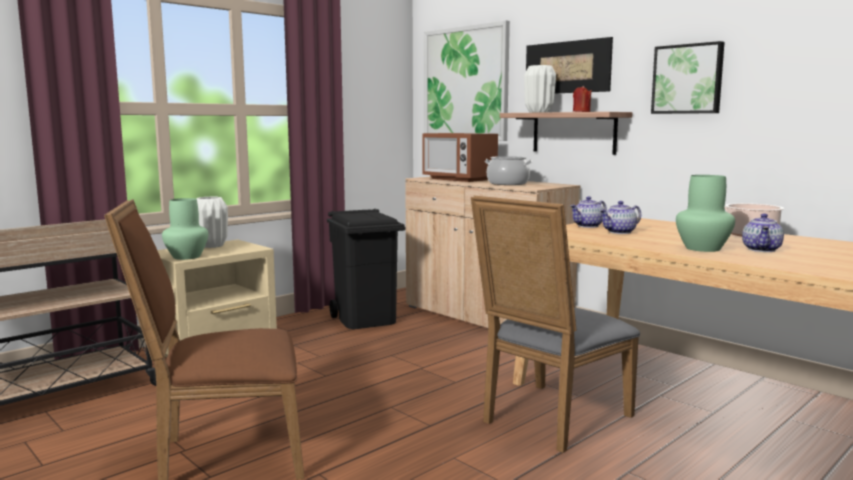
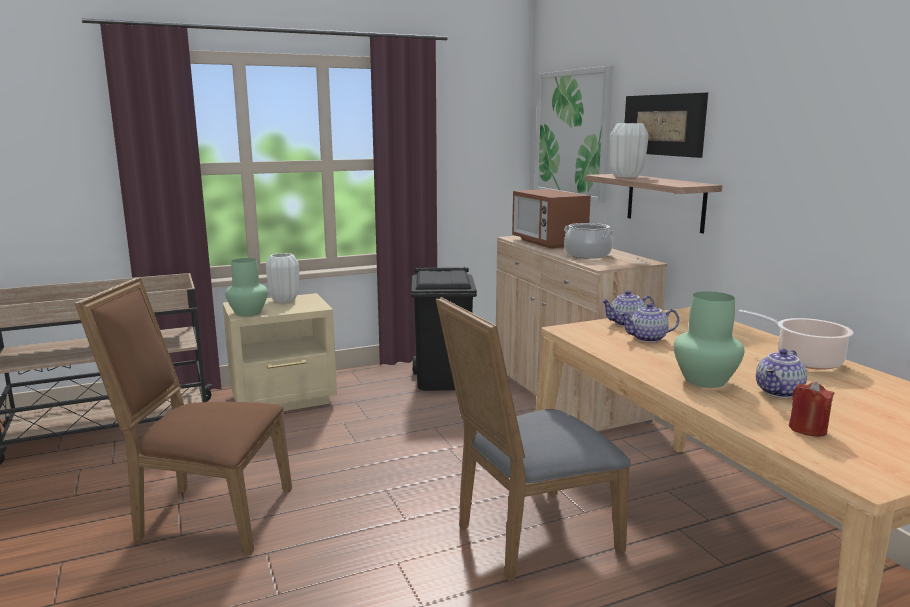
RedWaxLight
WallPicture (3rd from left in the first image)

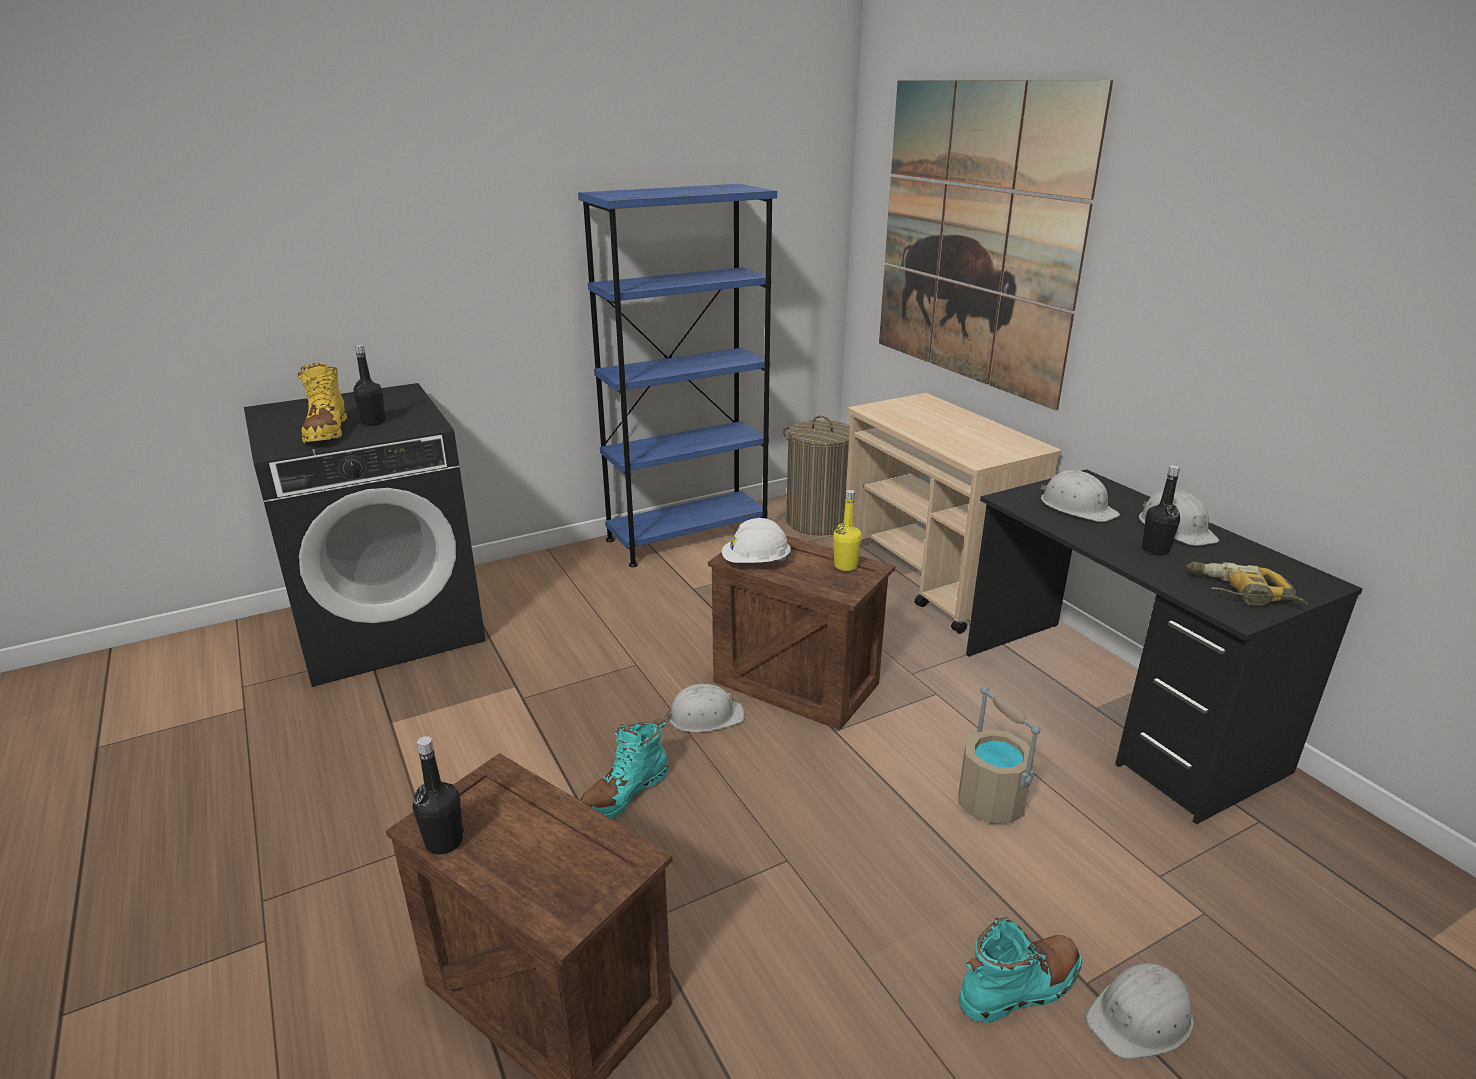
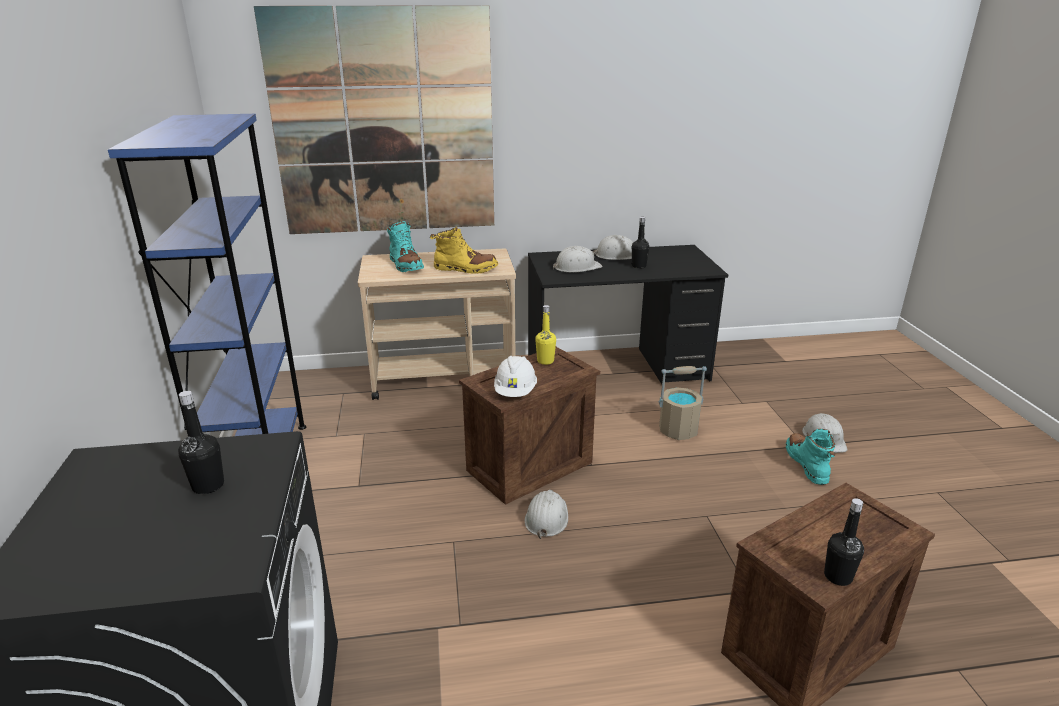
BlueGreenHighTopBoot (1st from left)
YellowColouredHighTopBoot
Hamper
PowerDrill

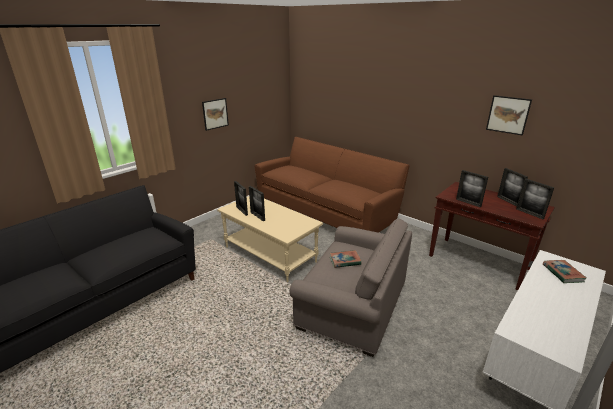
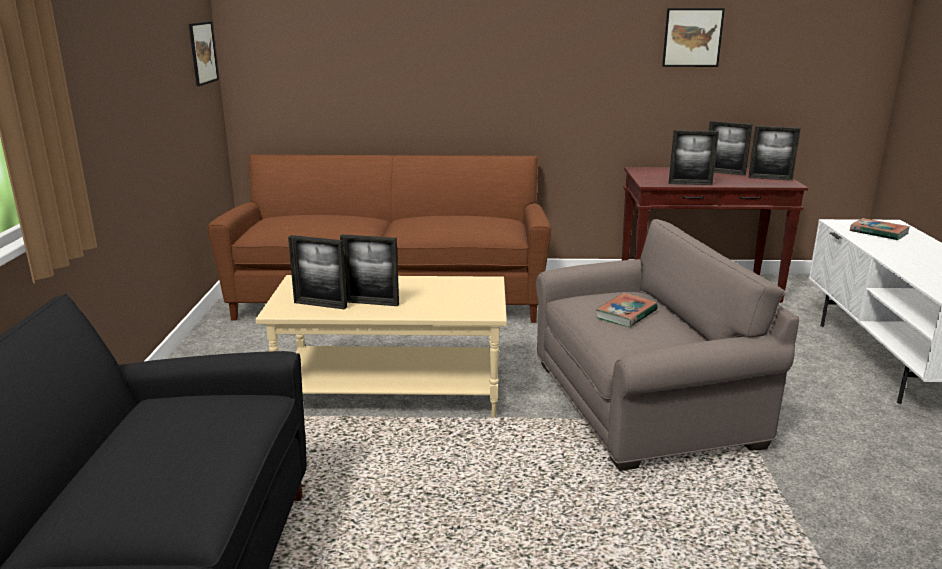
WallPicture (1st from left)

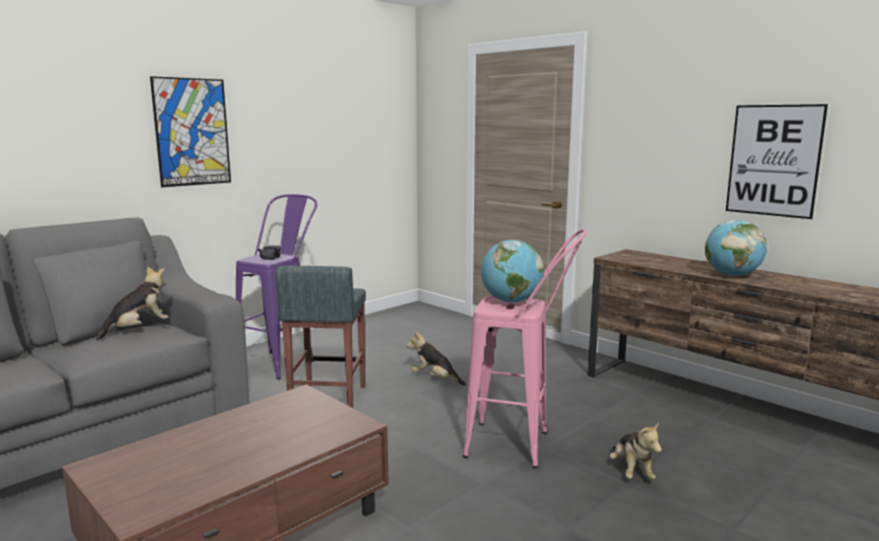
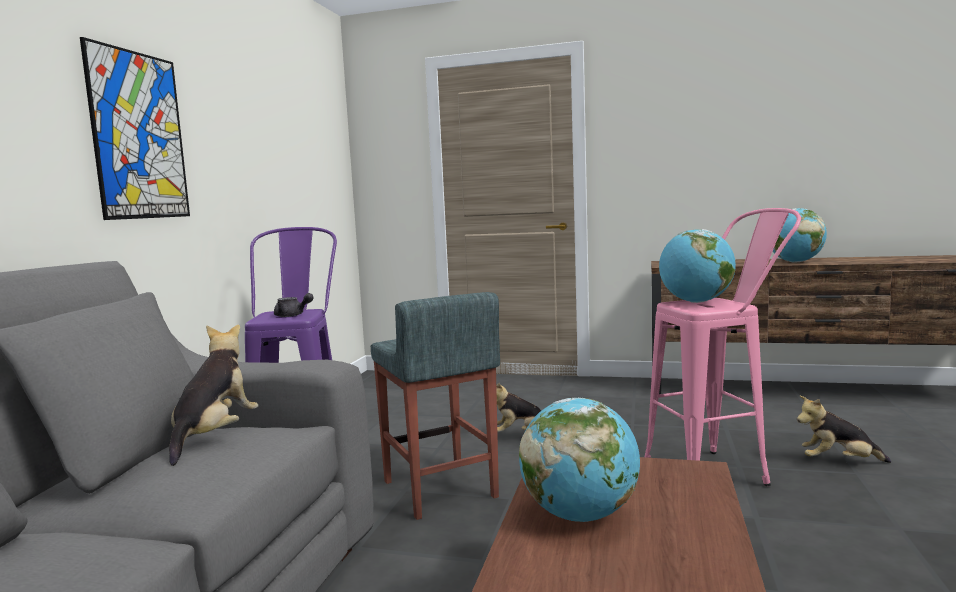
DeskGlobe (1st from left)
PlushToy (3rd from left)
WallPicture (2nd from left in the first image)

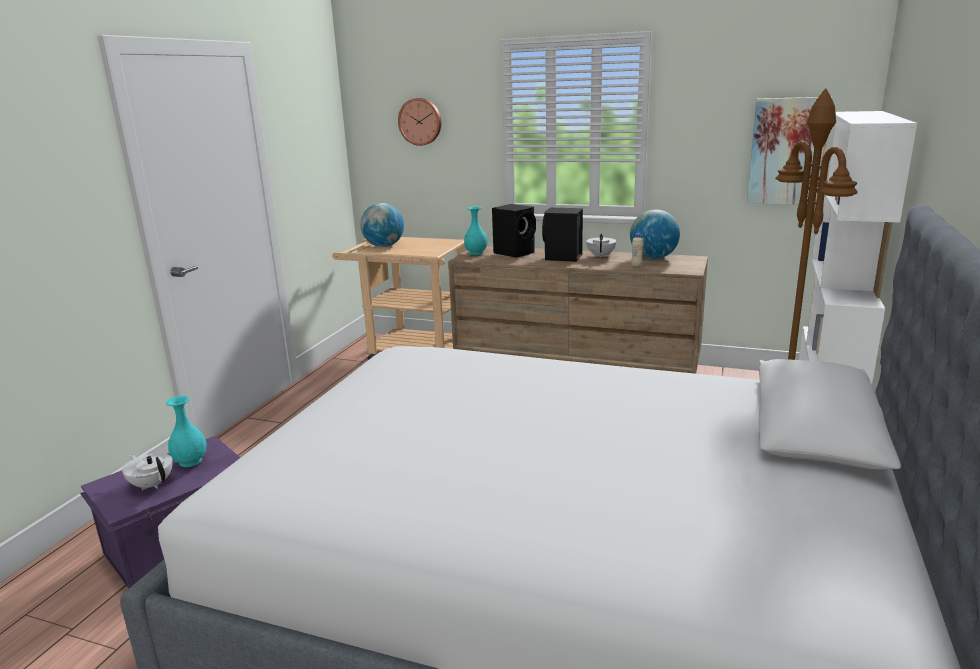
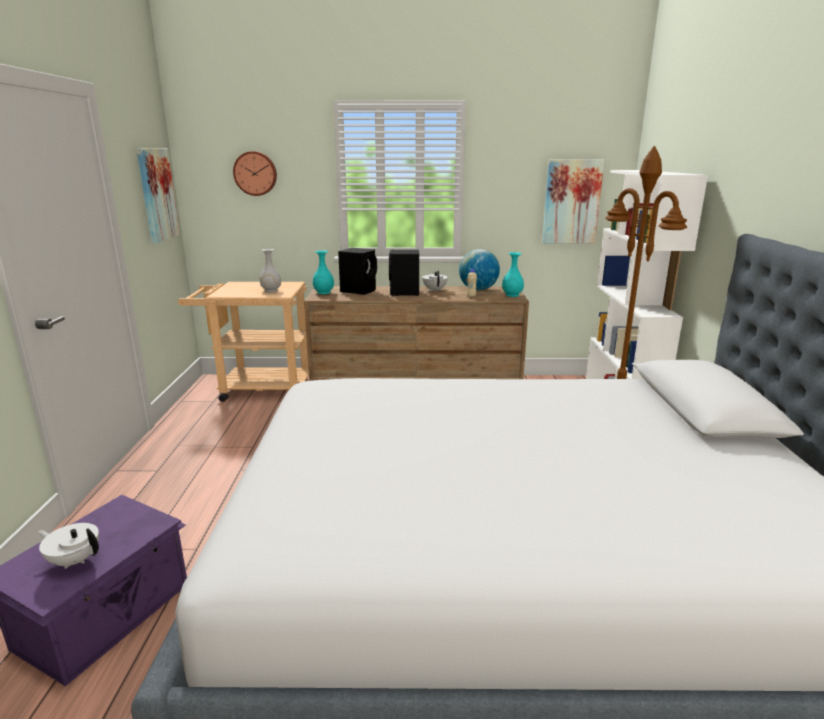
WallPicture (1st from left)
WhitishDecorativeVase
BlueGreenDecorativeVase (2nd from left)
DeskGlobe (1st from left in the first image)

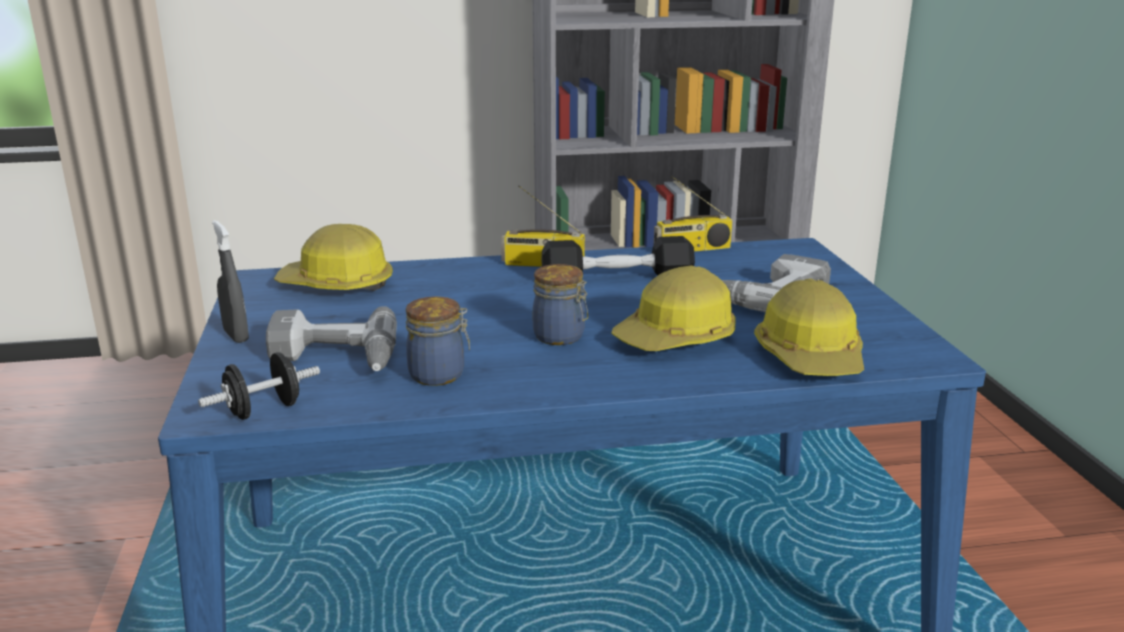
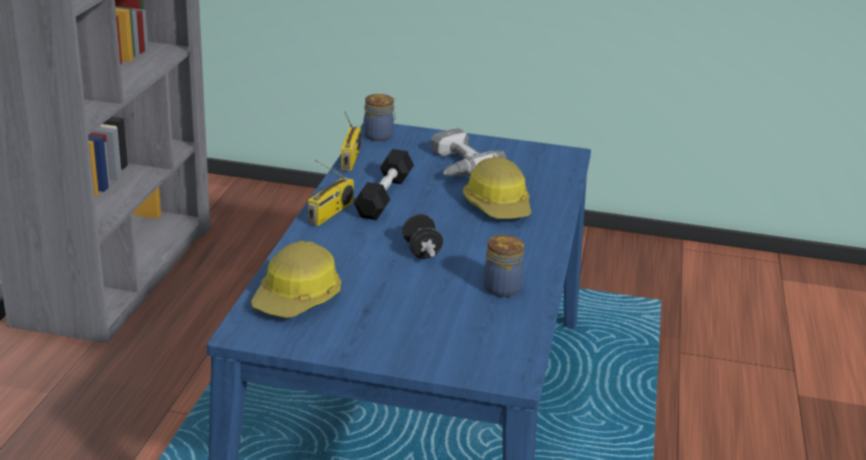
PreserveJar (1st from left)
BlackColouredFreeWeight (2nd from left)
GreyishSprayBottle
PowerDrill (1st from left in the first image)
WorkHelmet (3rd from left in the first image)

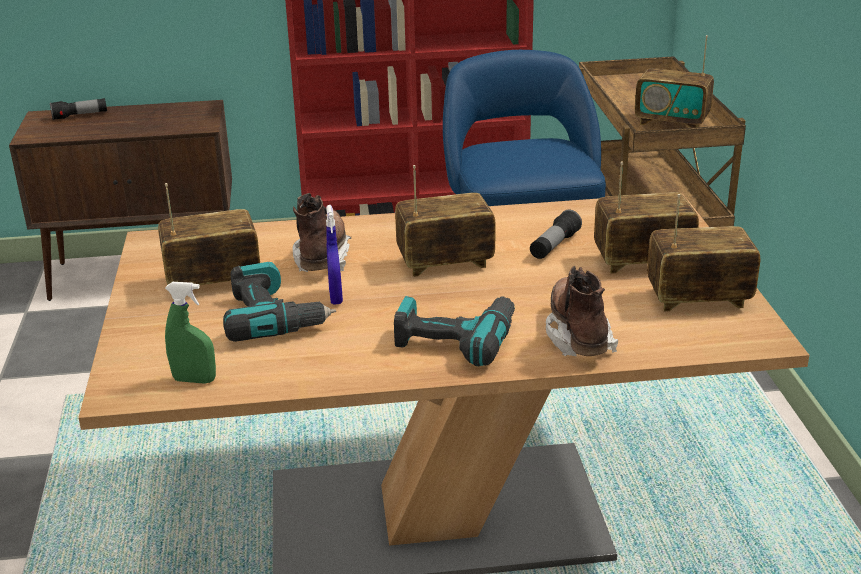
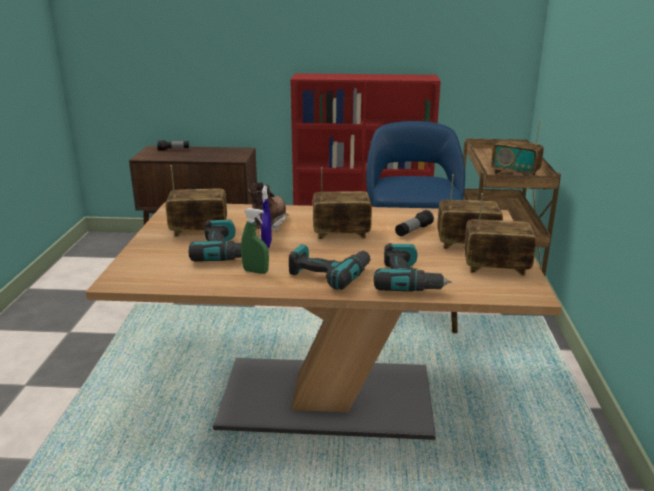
GreenishSprayBottle
PowerDrill (3rd from left)

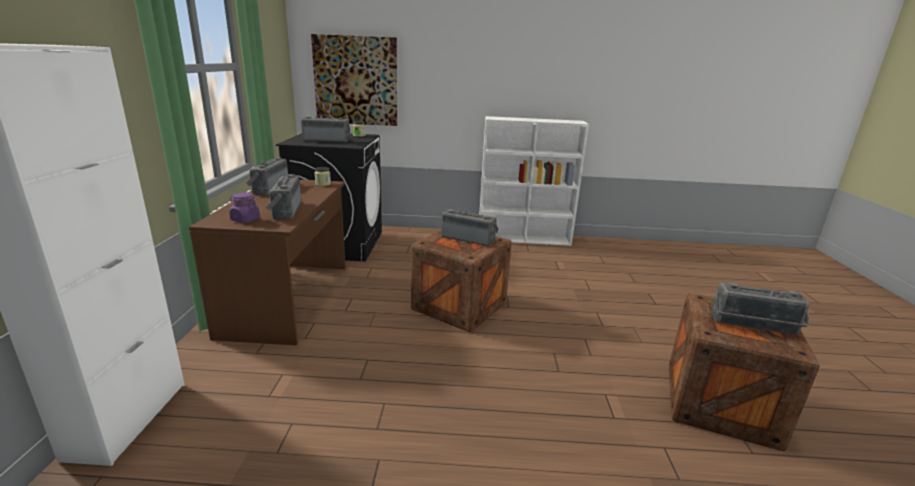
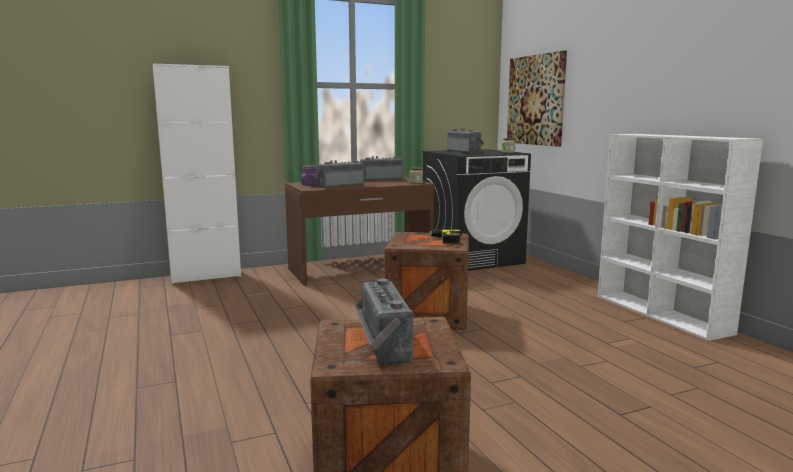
PowerDrill

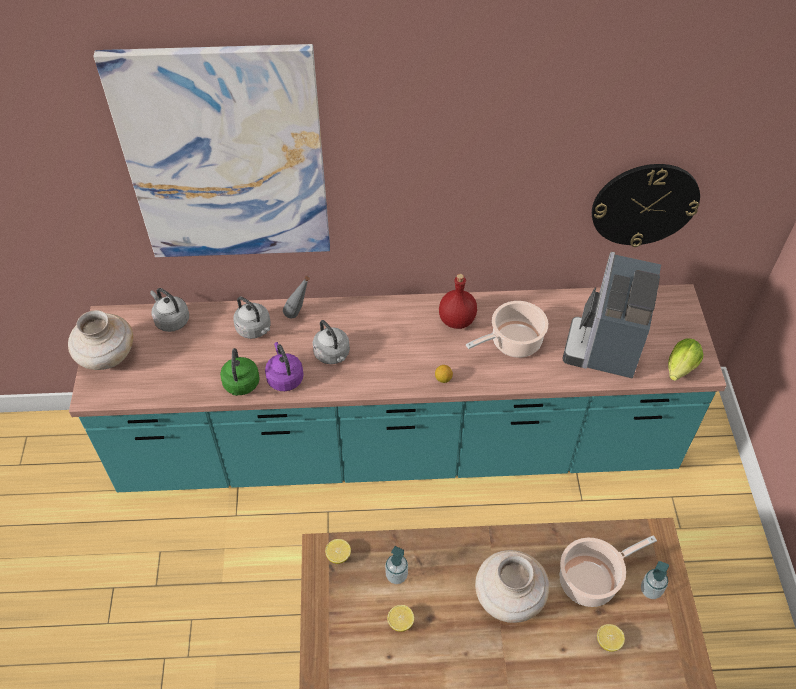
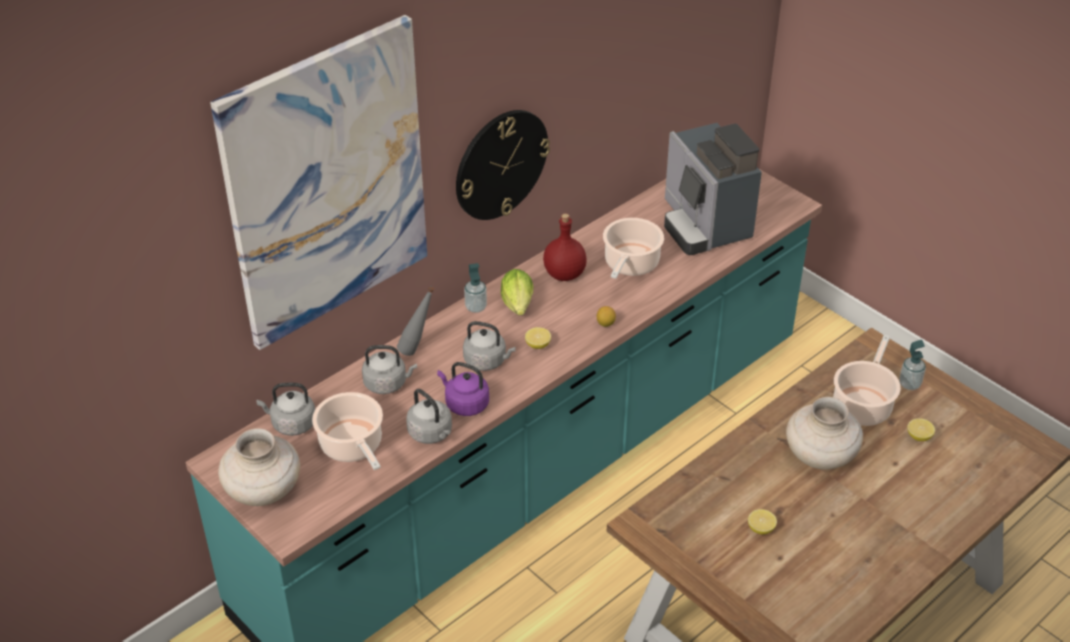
Stockpot (1st from left)
GreyishTeaKettle (3rd from left)
ClockOnTheWall
SoapBottle (1st from left)
Lettuce
Lemon (1st from left)

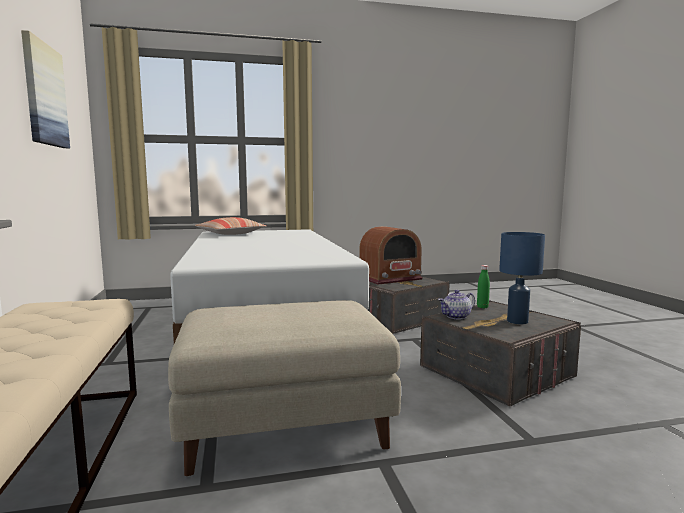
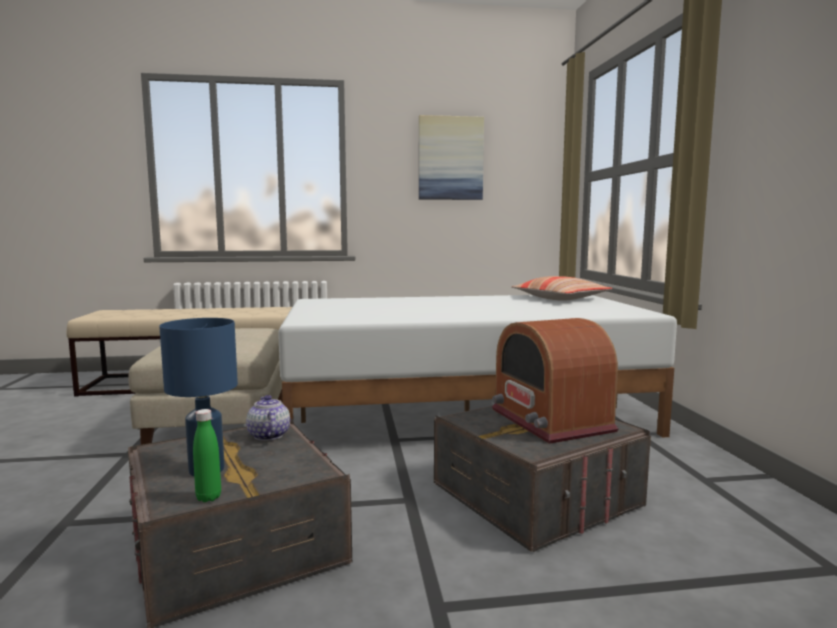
GreenishDrinkBottle

